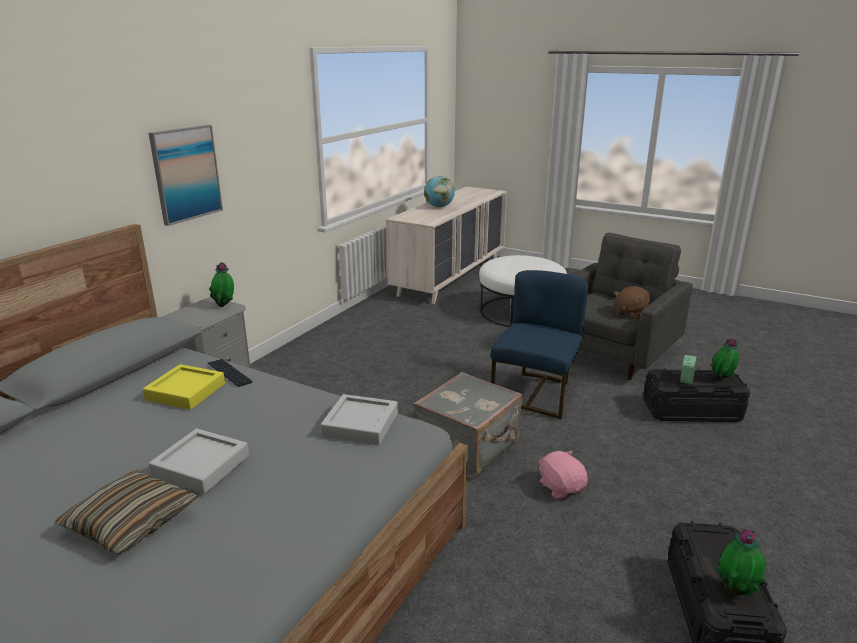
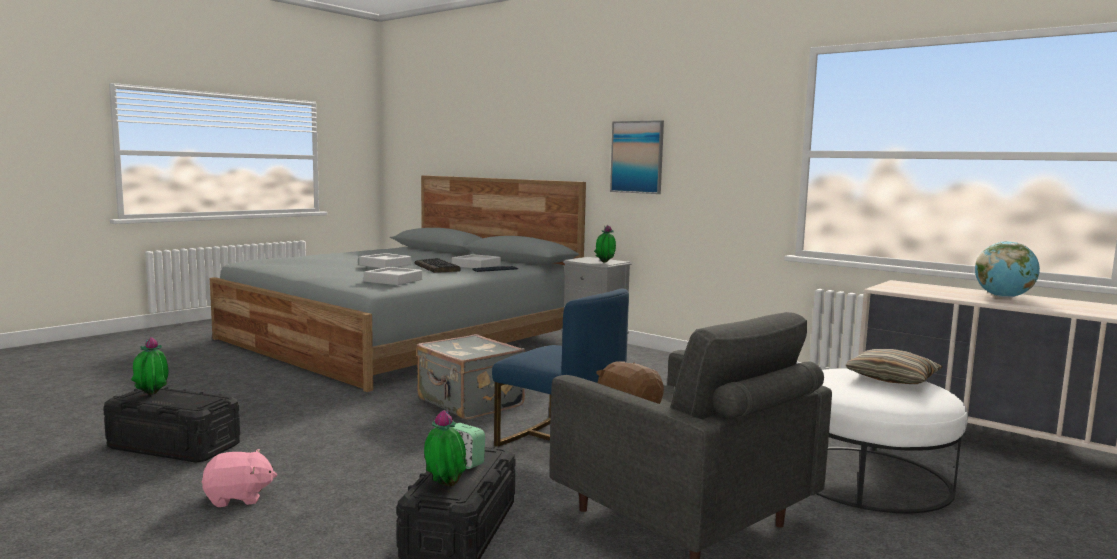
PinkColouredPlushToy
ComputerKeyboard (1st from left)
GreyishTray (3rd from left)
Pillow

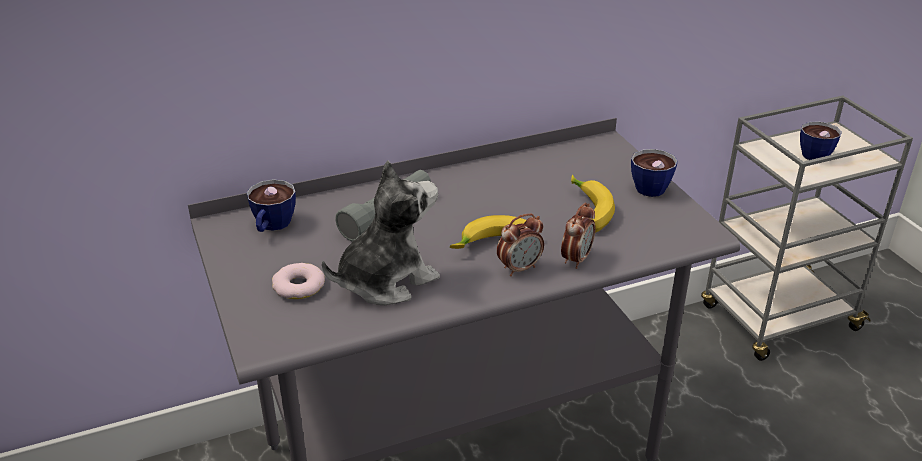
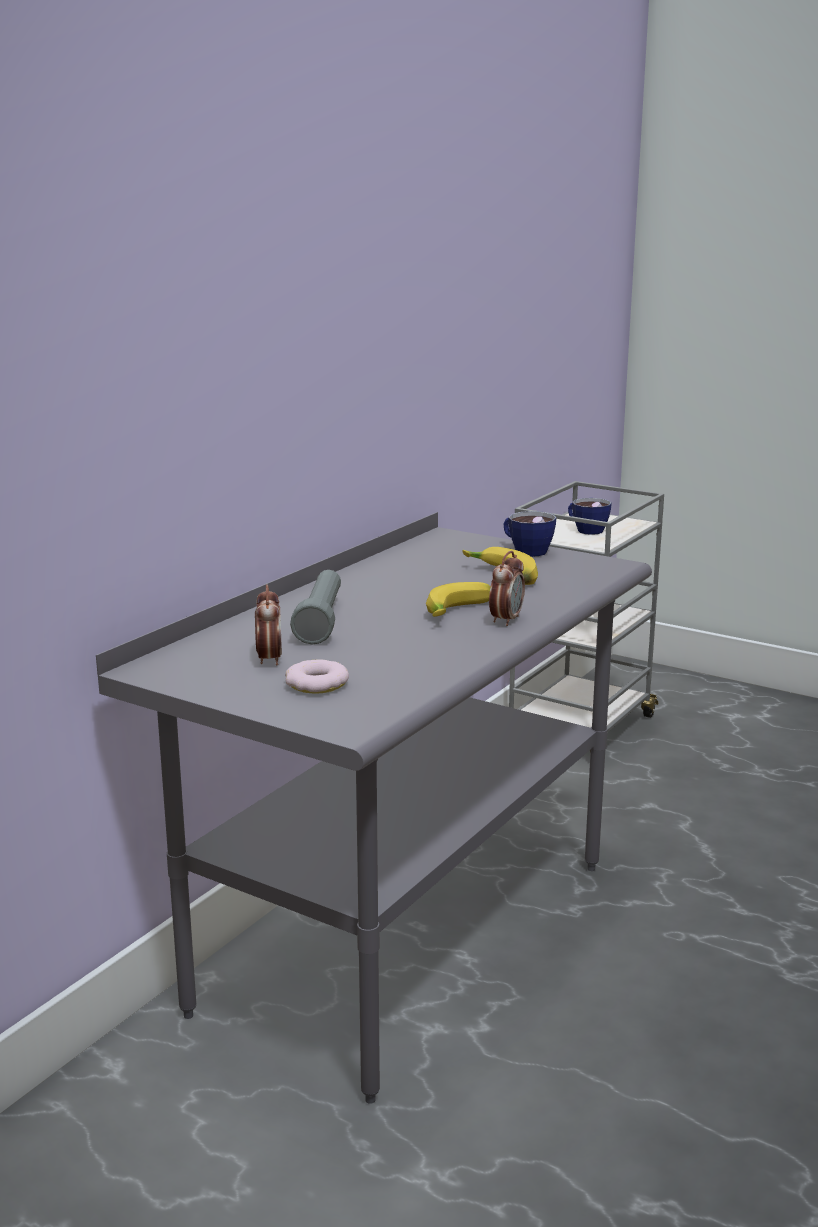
AlarmClock (1st from left)
Cup (1st from left in the first image)
PlushToy

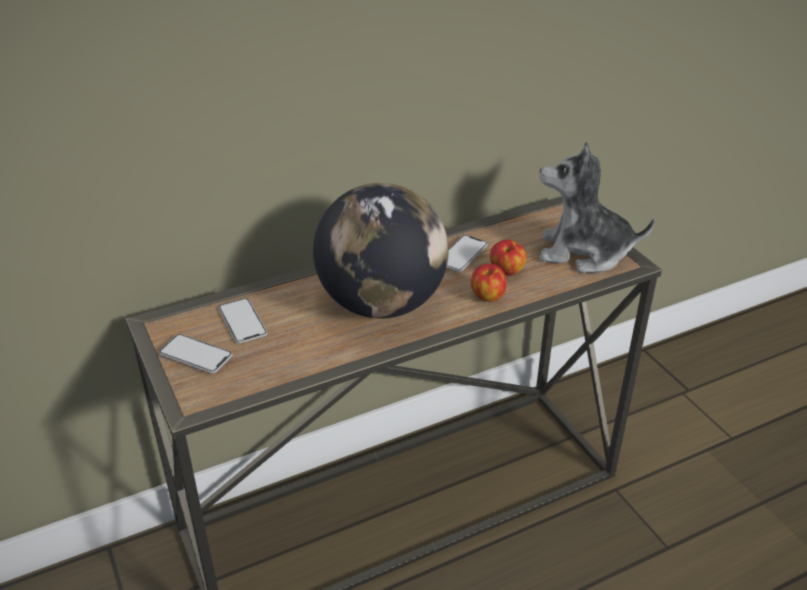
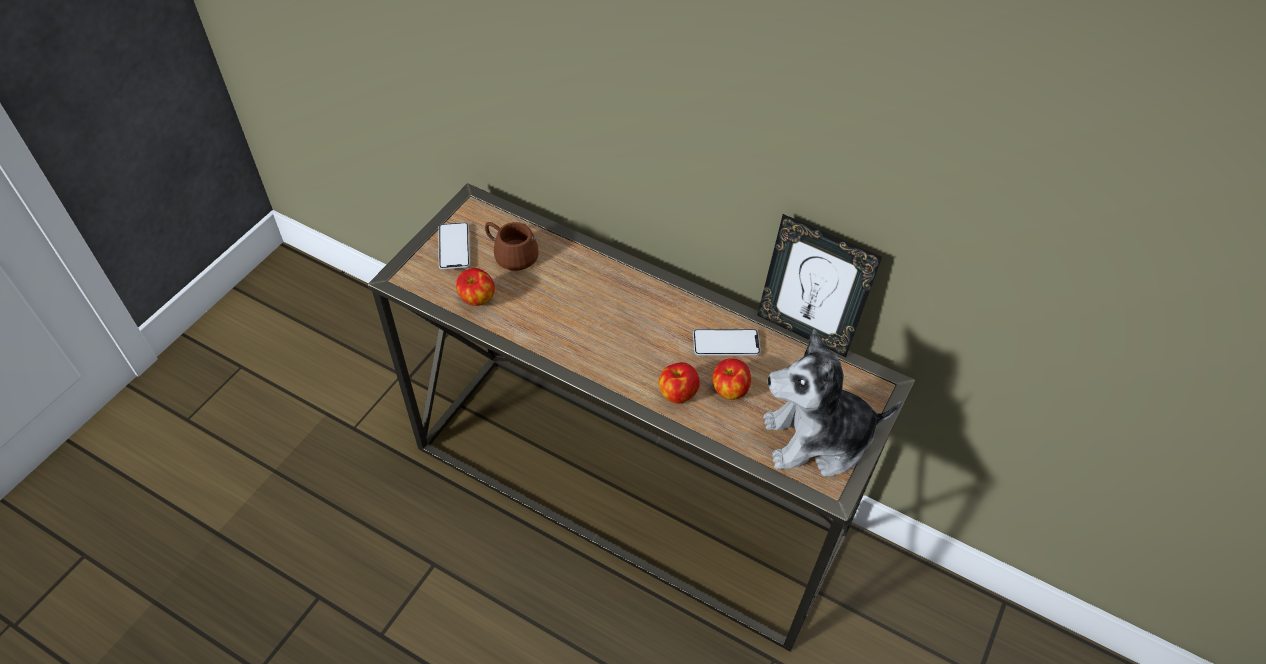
AppleFruit (1st from left)
BrownTeaMug
StandingFrame
PlushToy
DeskGlobe

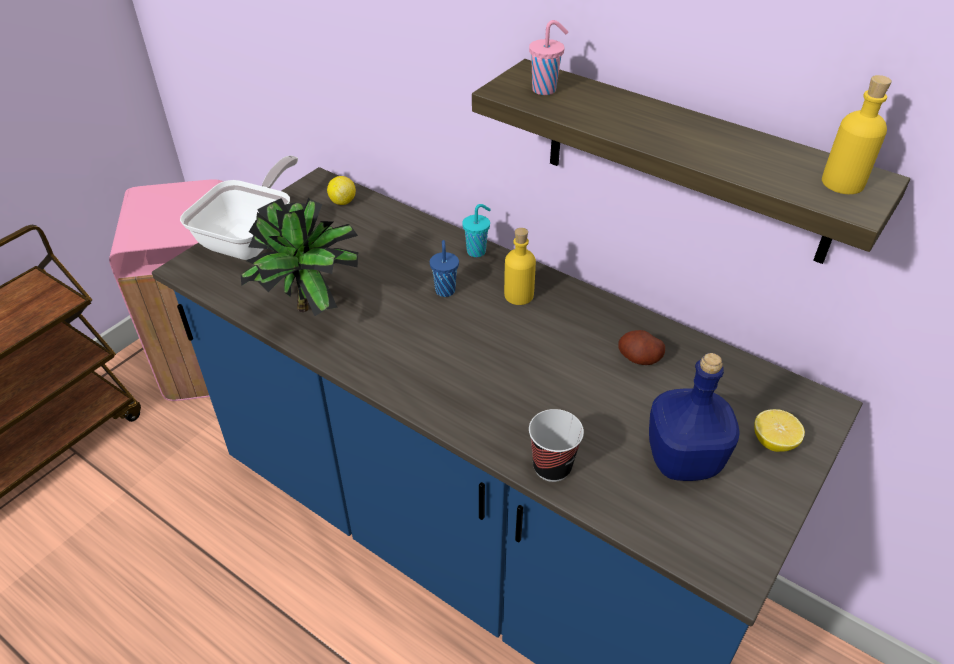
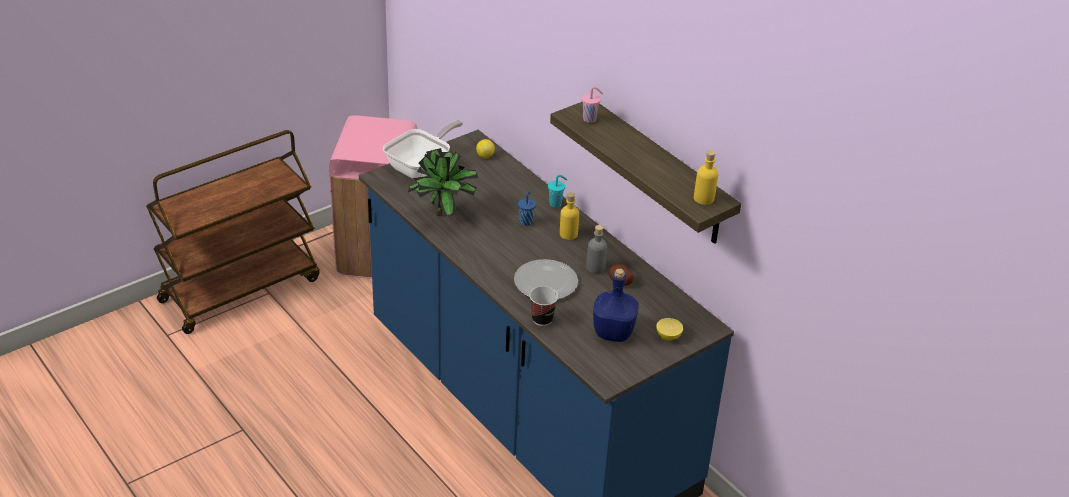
DinnerPlate
GreyishDrinkBottle

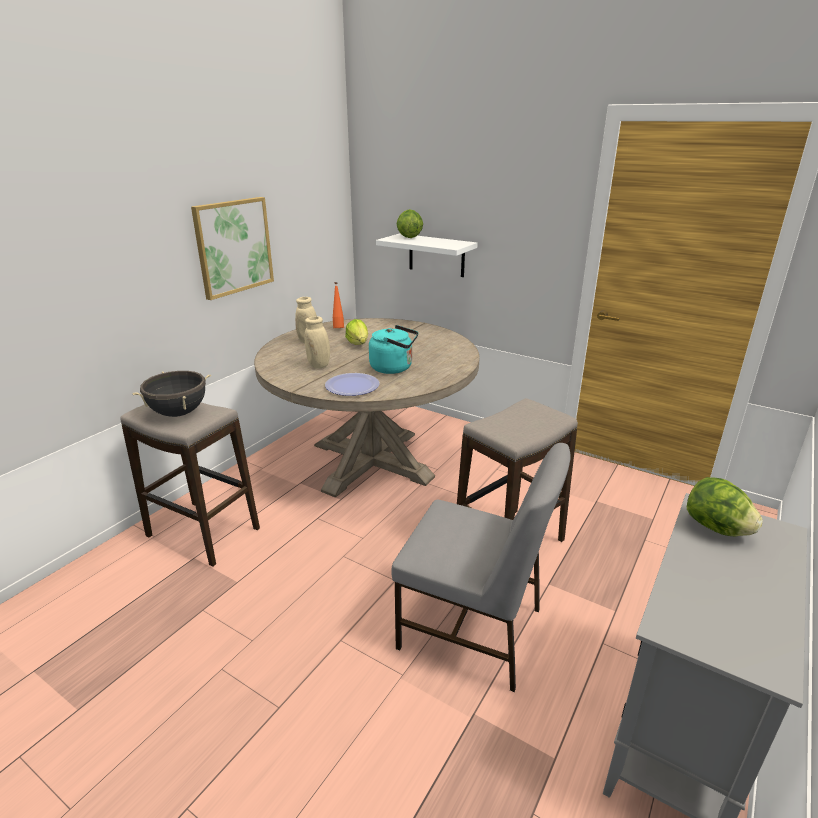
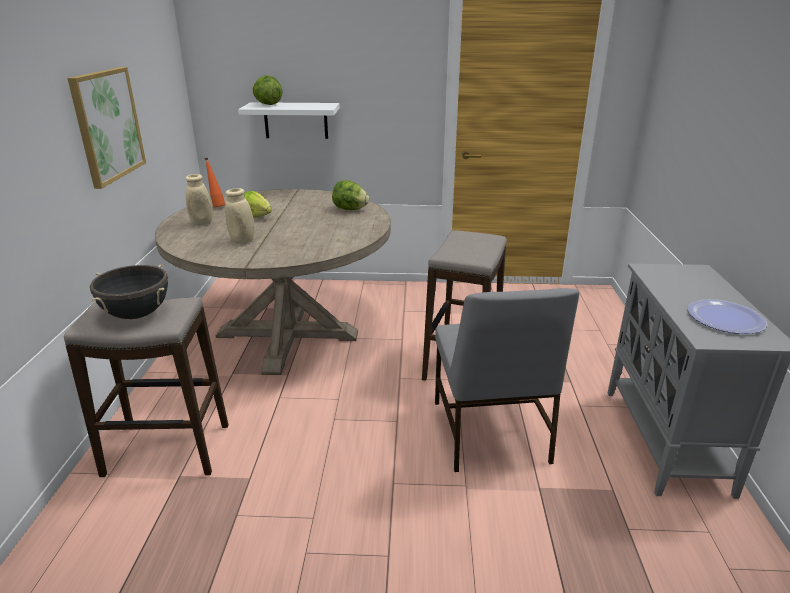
Lettuce (3rd from left)
GreyishChair
DinnerPlate
BlueGreenTeaKettle

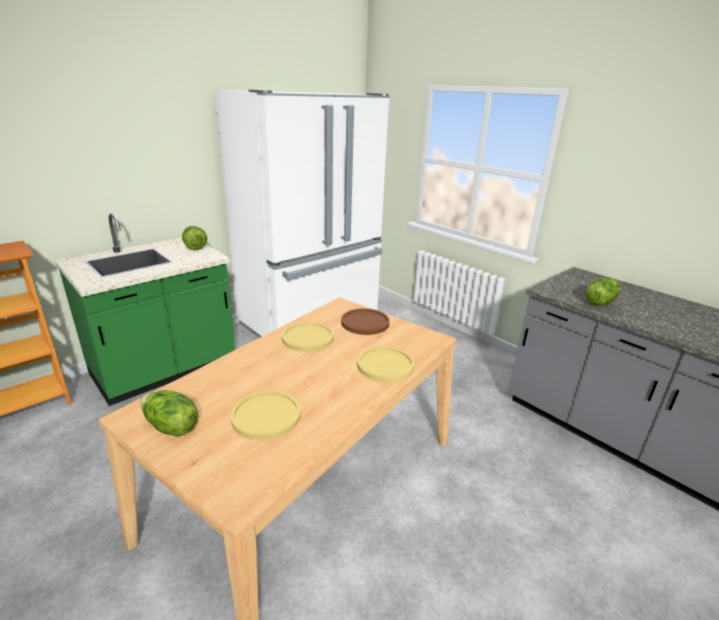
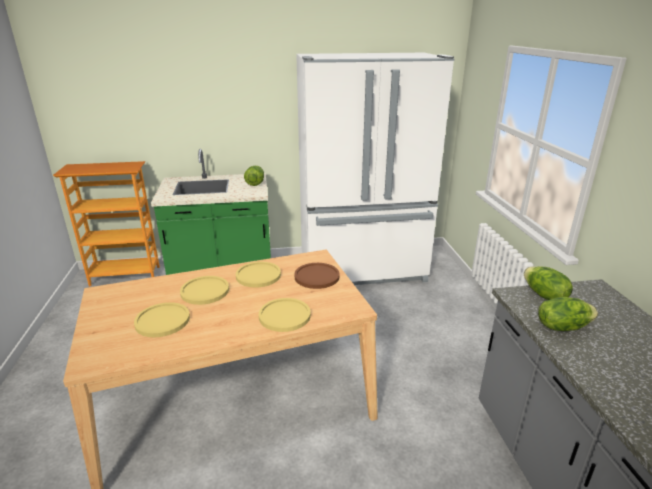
YellowColouredDinnerPlate (2nd from left)
Lettuce (2nd from left)

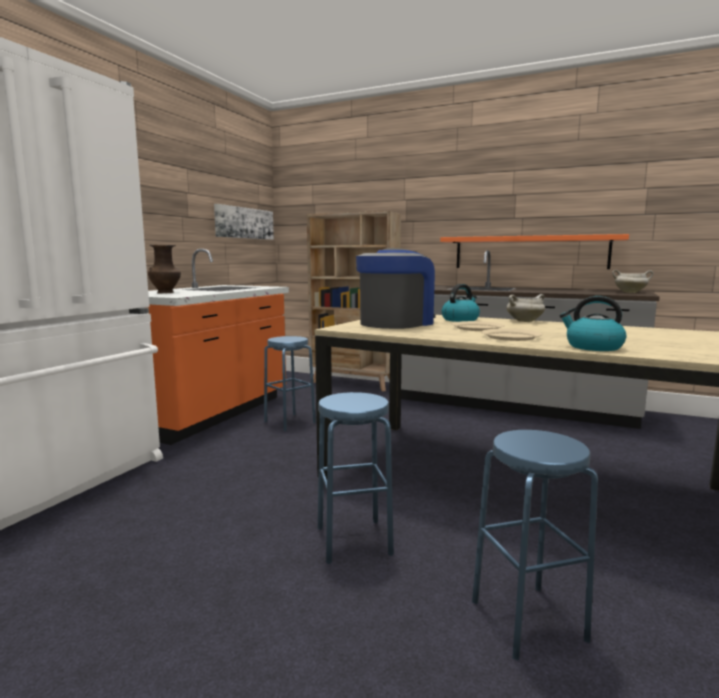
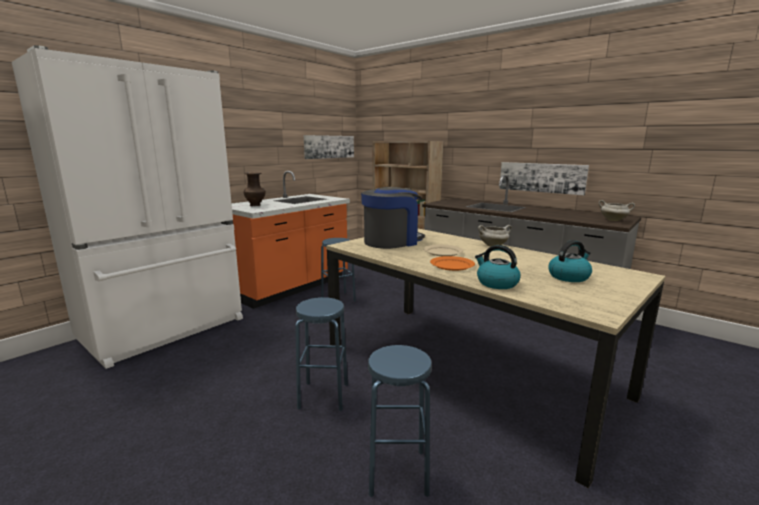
OrangeyDinnerPlate
WallPicture (2nd from left)
TeaKettle (2nd from left)

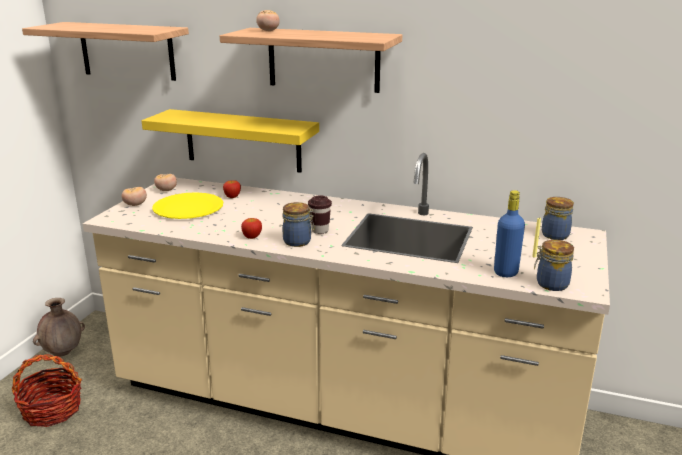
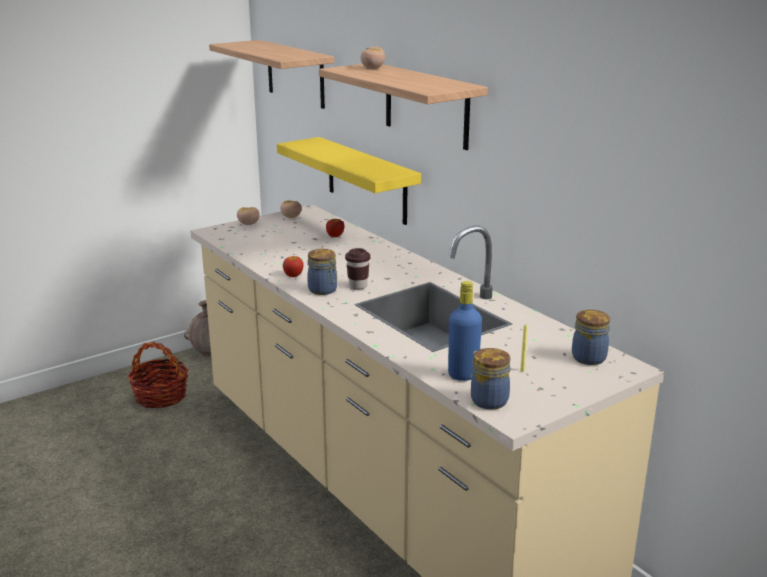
YellowColouredDinnerPlate

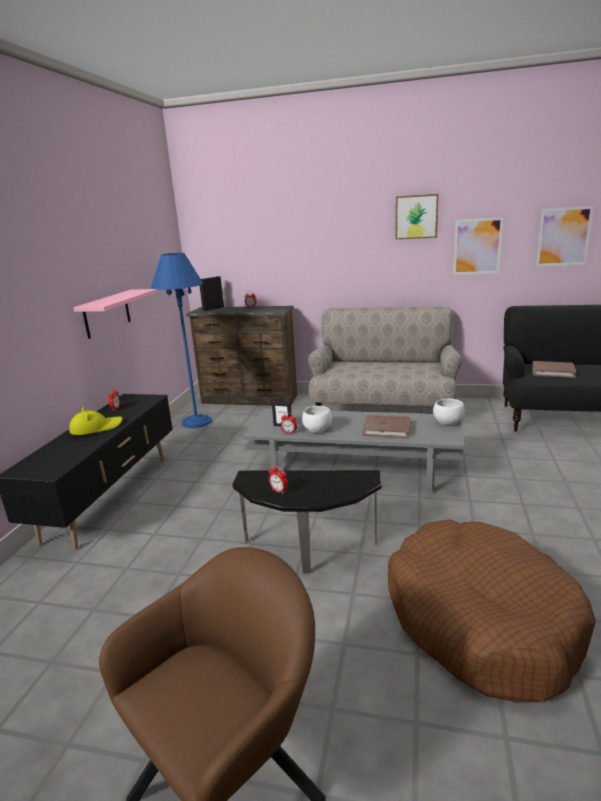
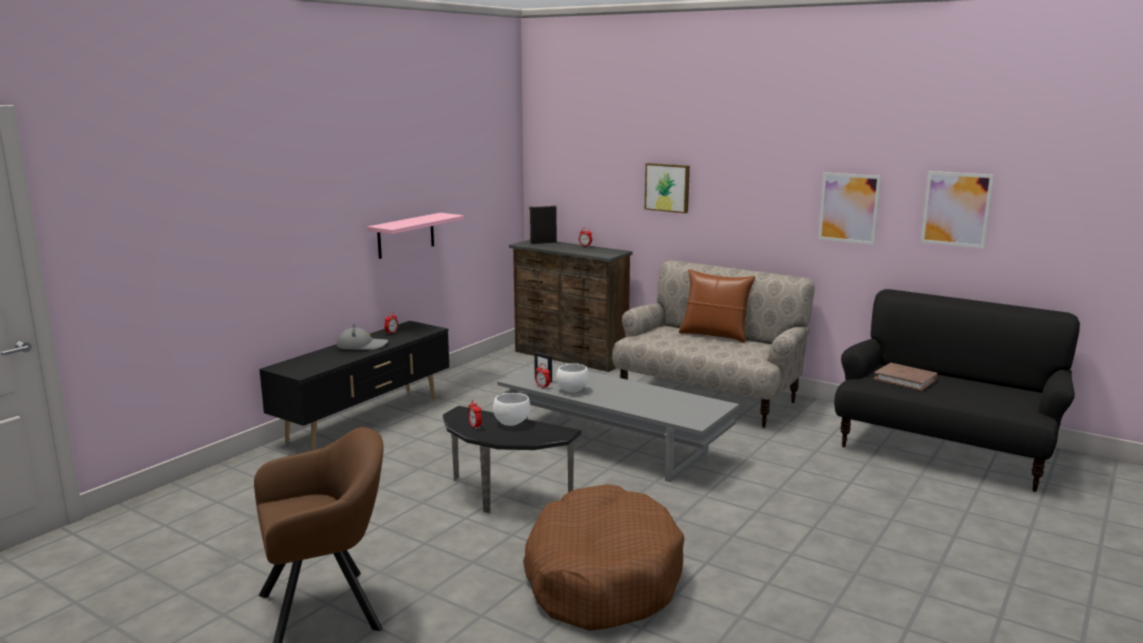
GreyishWearableHat
WhitishBowl (1st from left)
WallPicture (1st from left)
BrownPillow
BluishFloorLamp
BrownVolume (1st from left in the first image)

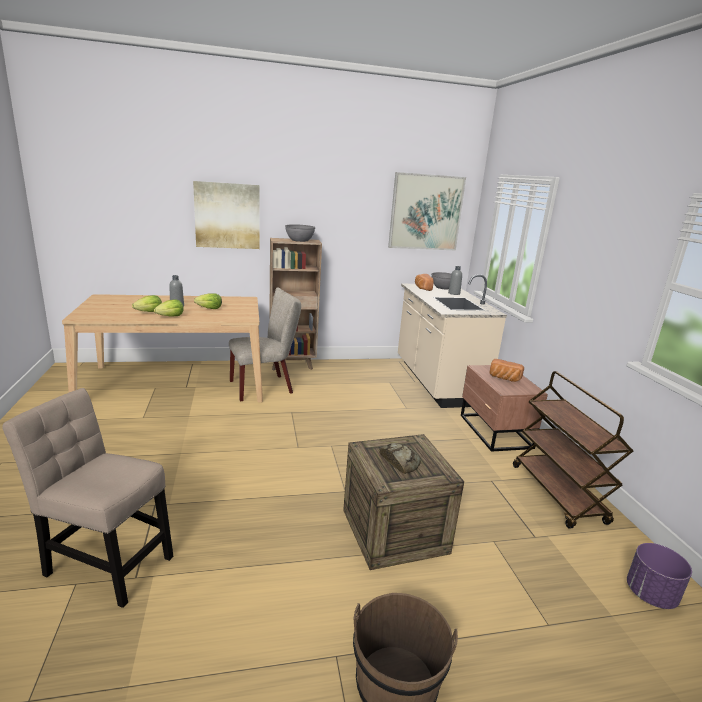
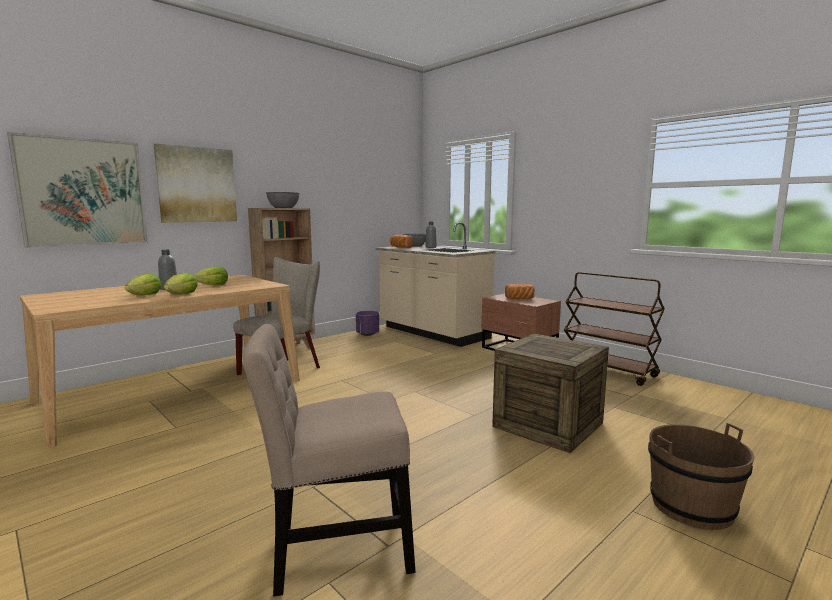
WallPicture (1st from left)
PurpleColouredPlantPot
Bread (1st from left in the first image)

